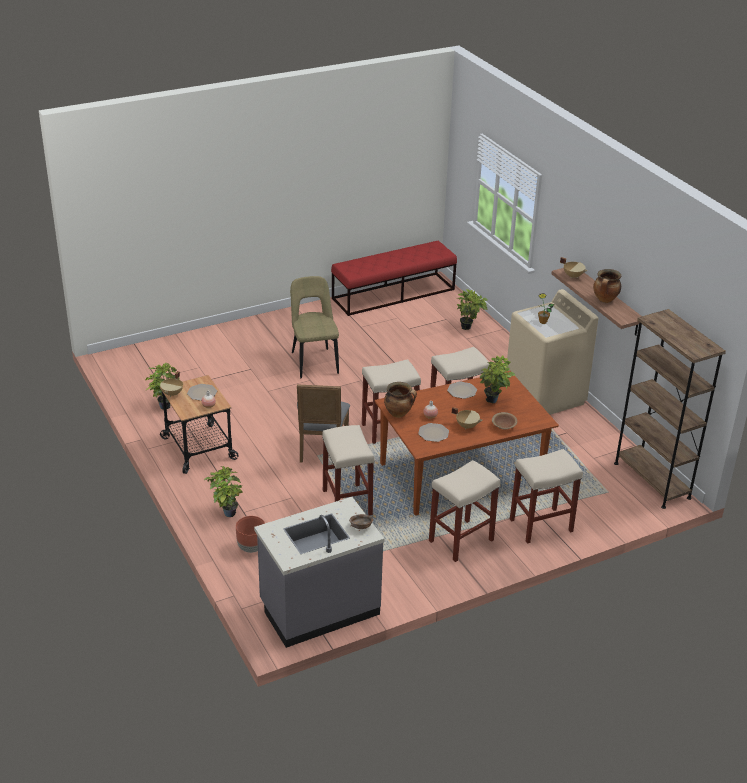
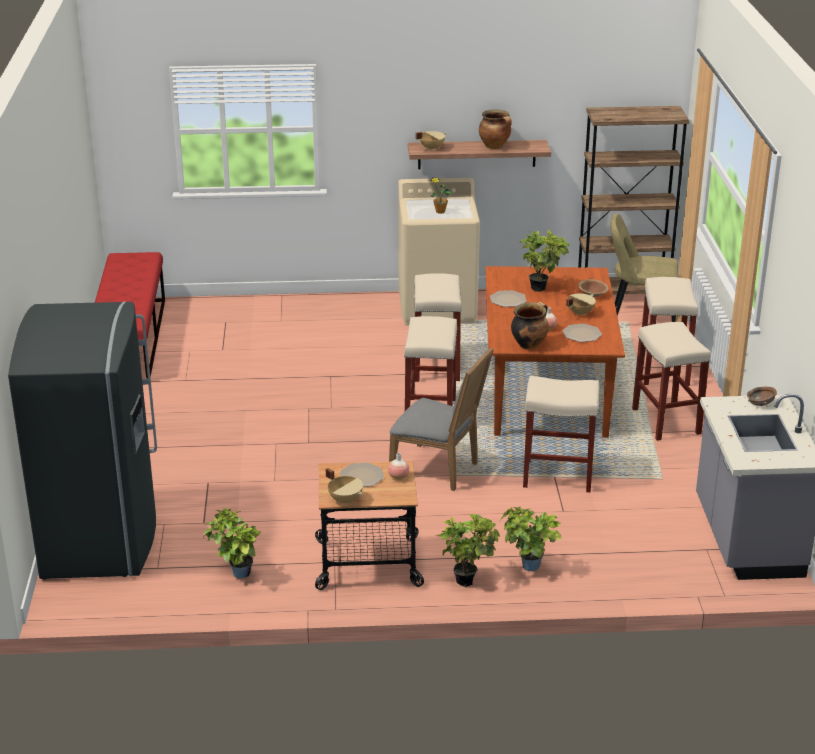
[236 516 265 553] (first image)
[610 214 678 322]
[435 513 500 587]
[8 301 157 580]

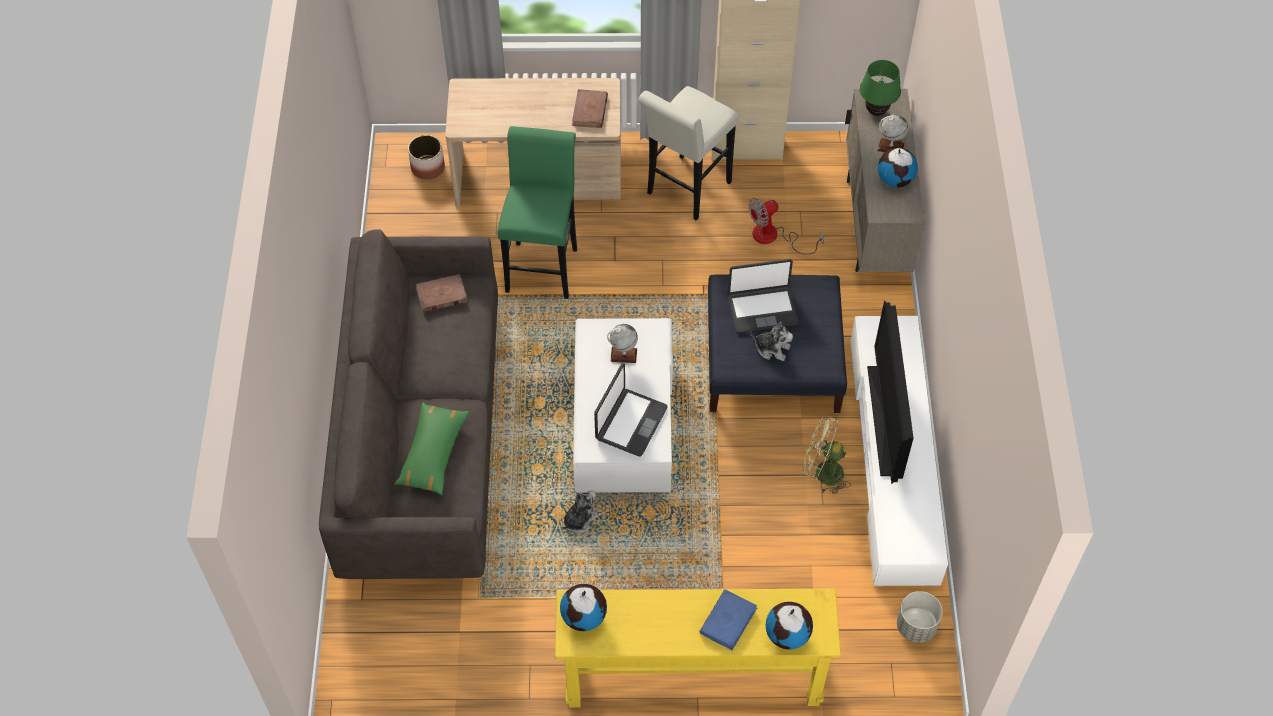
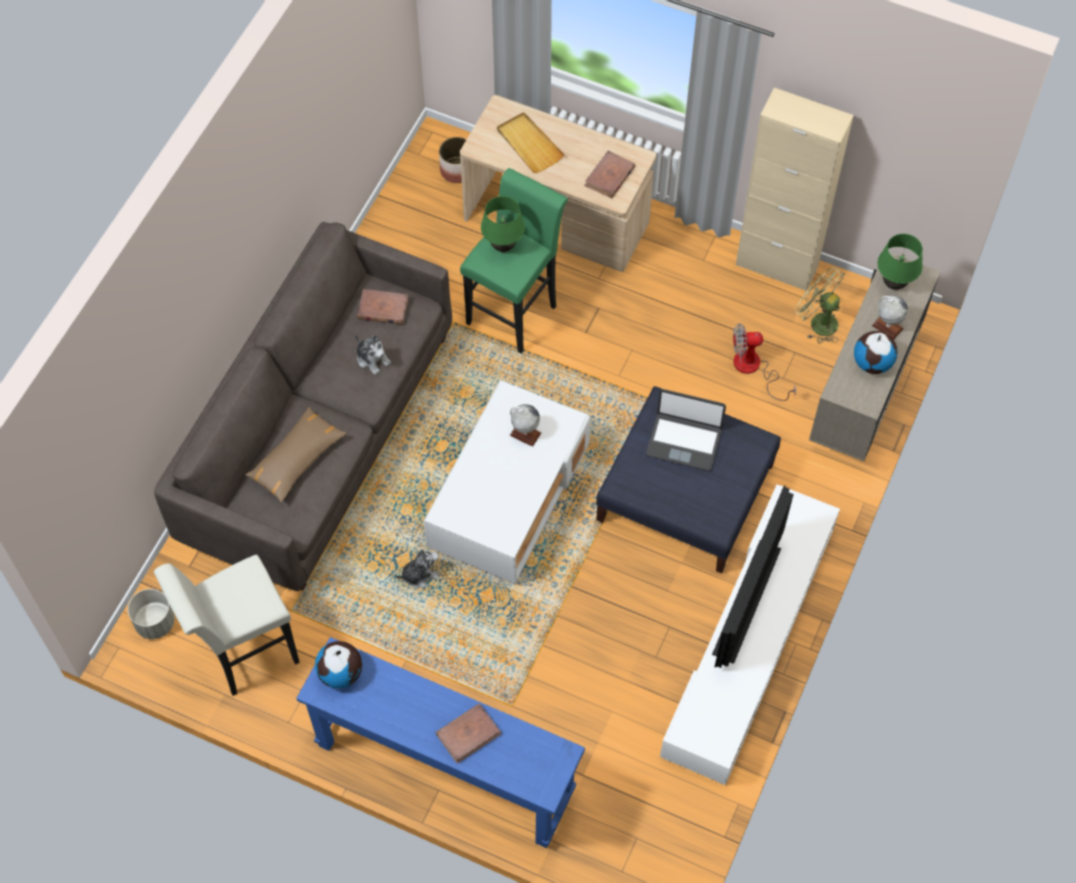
[245 407 347 503]
[296 637 585 848]
[594 363 668 457] (first image)
[154 555 300 696]
[436 703 502 763]
[355 334 391 375]
[766 602 813 650] (first image)
[795 267 845 344]
[128 589 174 639]
[481 196 525 252]
[497 112 564 173]

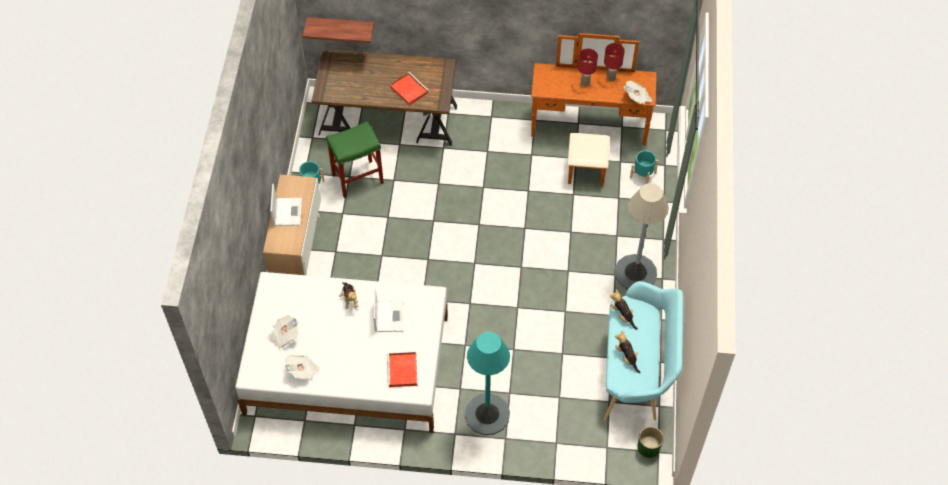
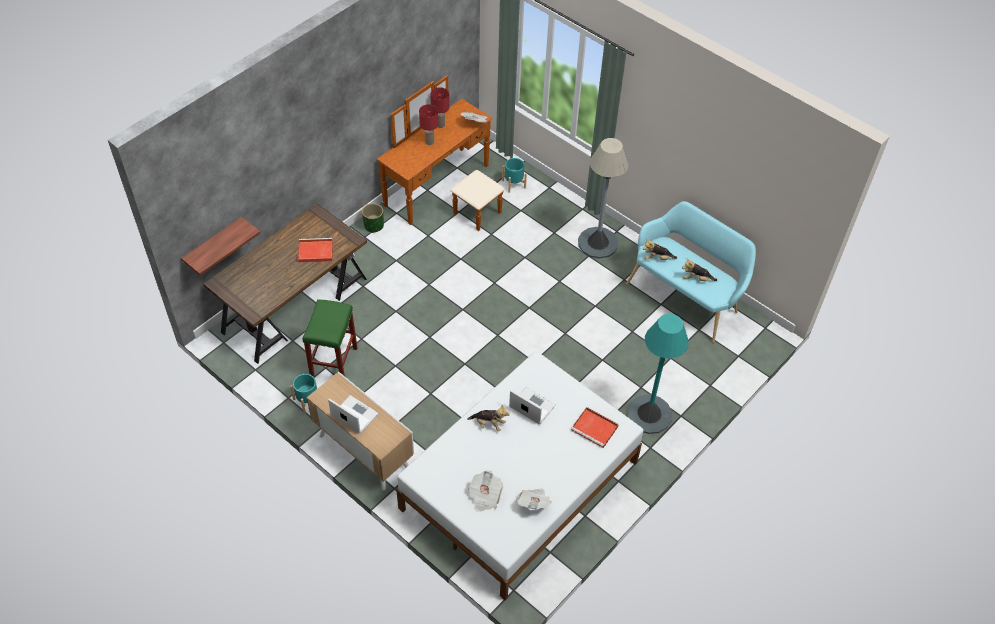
[362 203 384 233]

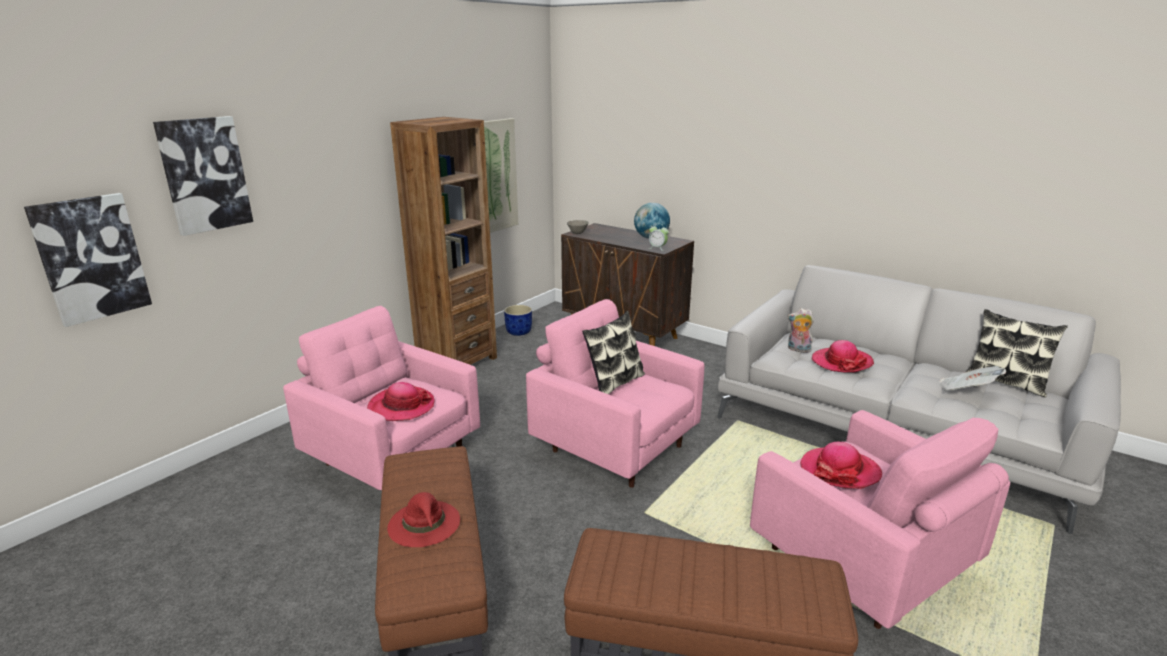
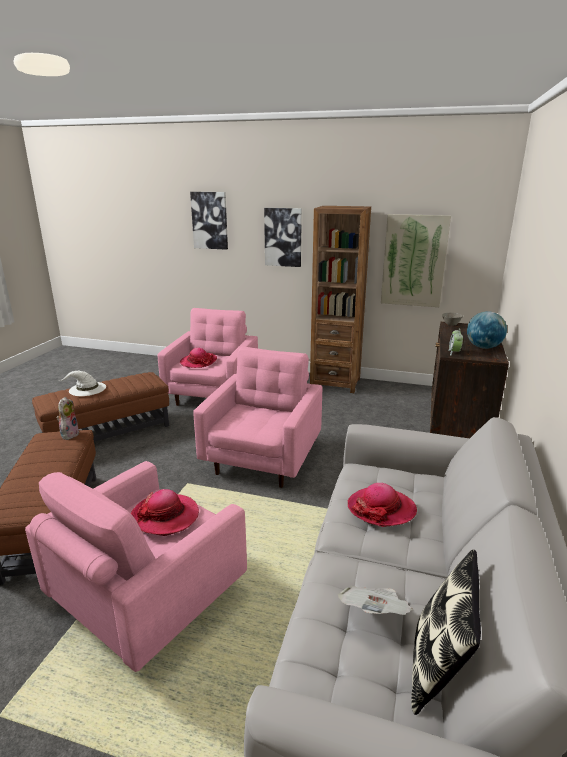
[264 208 302 267]
[59 371 106 396]
[504 305 532 336] (first image)
[582 311 645 394] (first image)
[57 397 80 440]

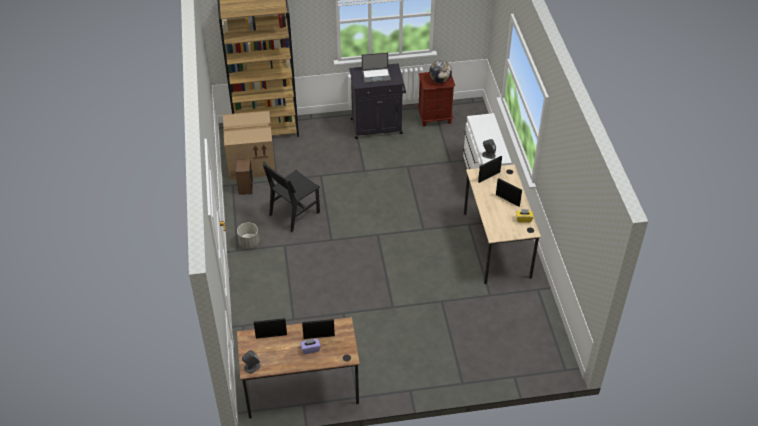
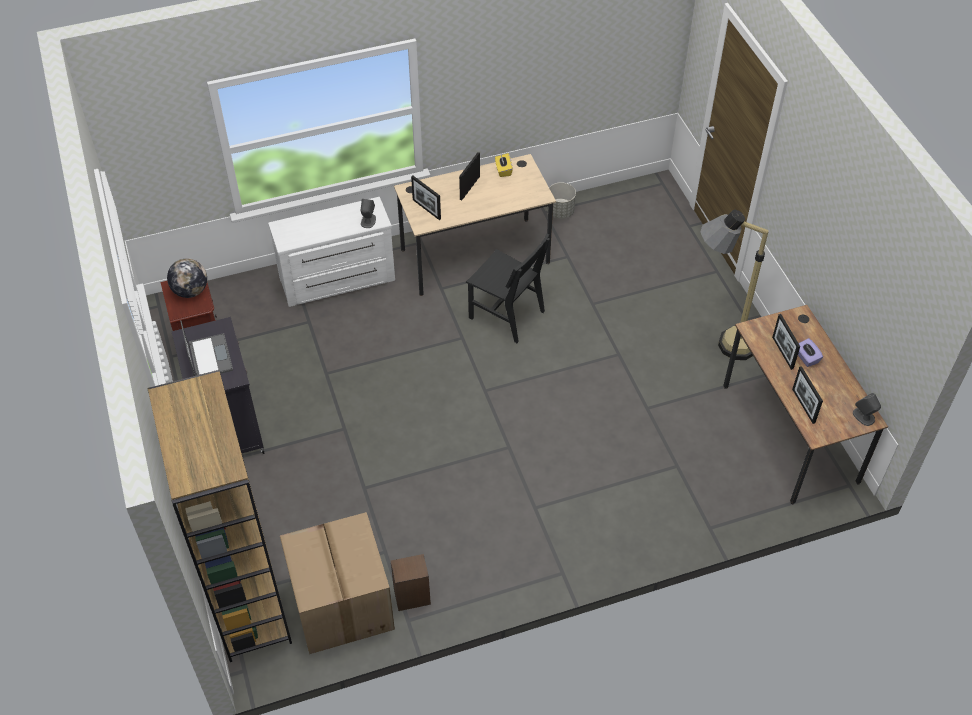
[547 182 576 219]
[466 234 550 343]
[701 209 769 360]

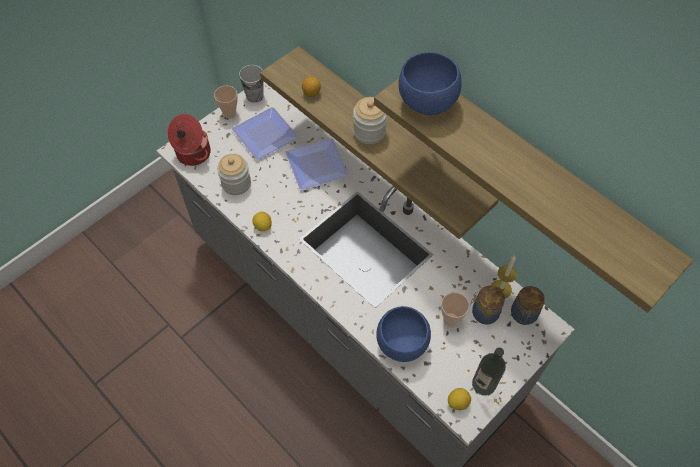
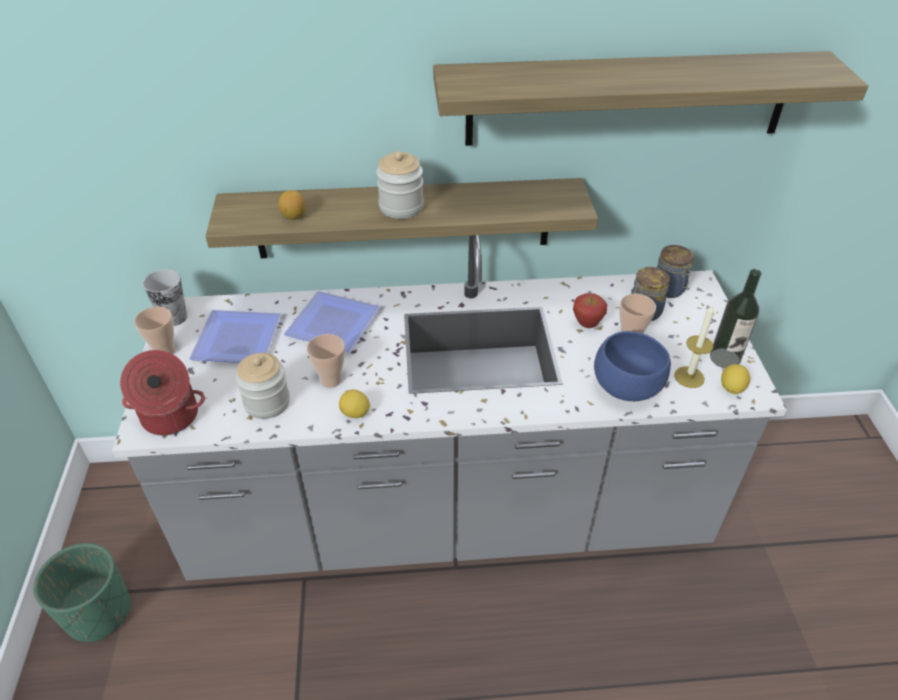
[398 52 462 115] (first image)
[674 304 714 388]
[33 543 131 642]
[307 334 345 388]
[573 293 607 328]

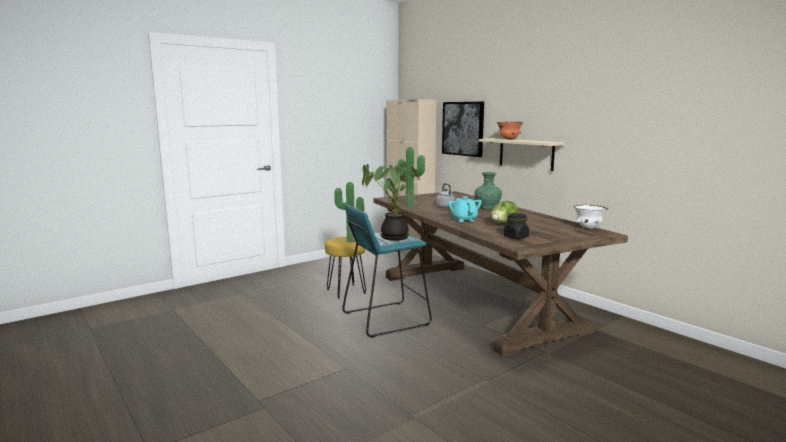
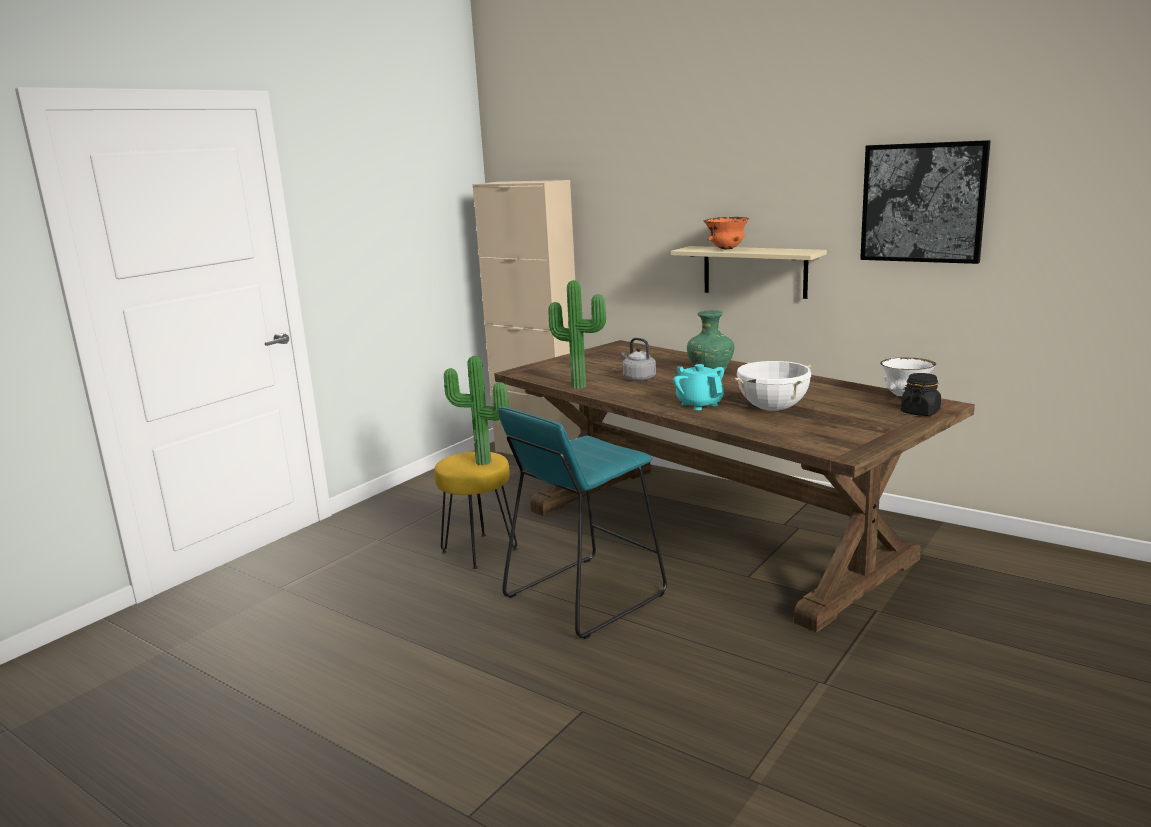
[362 161 420 241] (first image)
[860 140 991 264]
[735 361 811 411]
[901 373 941 416]

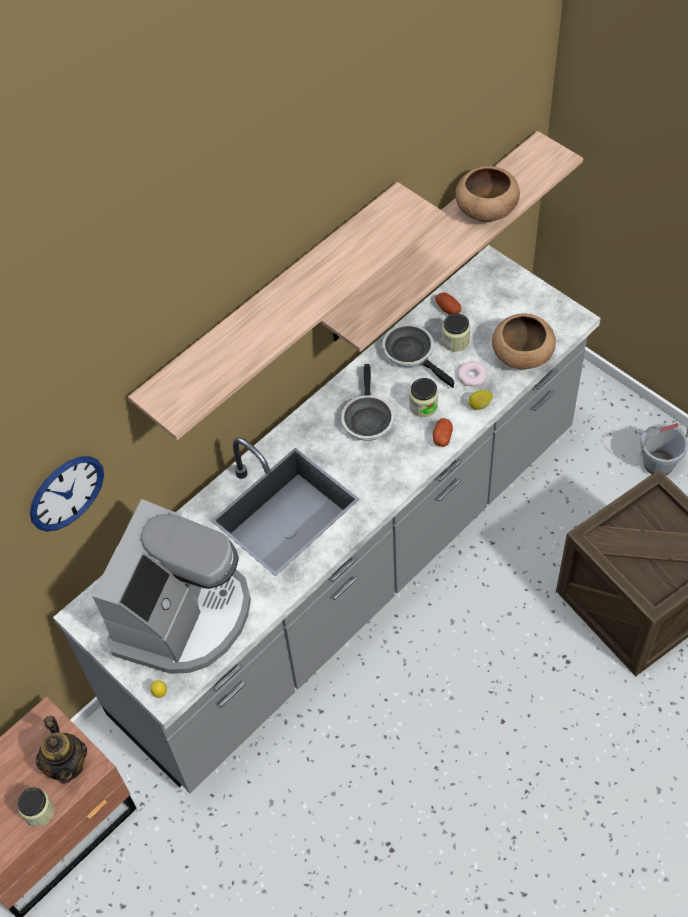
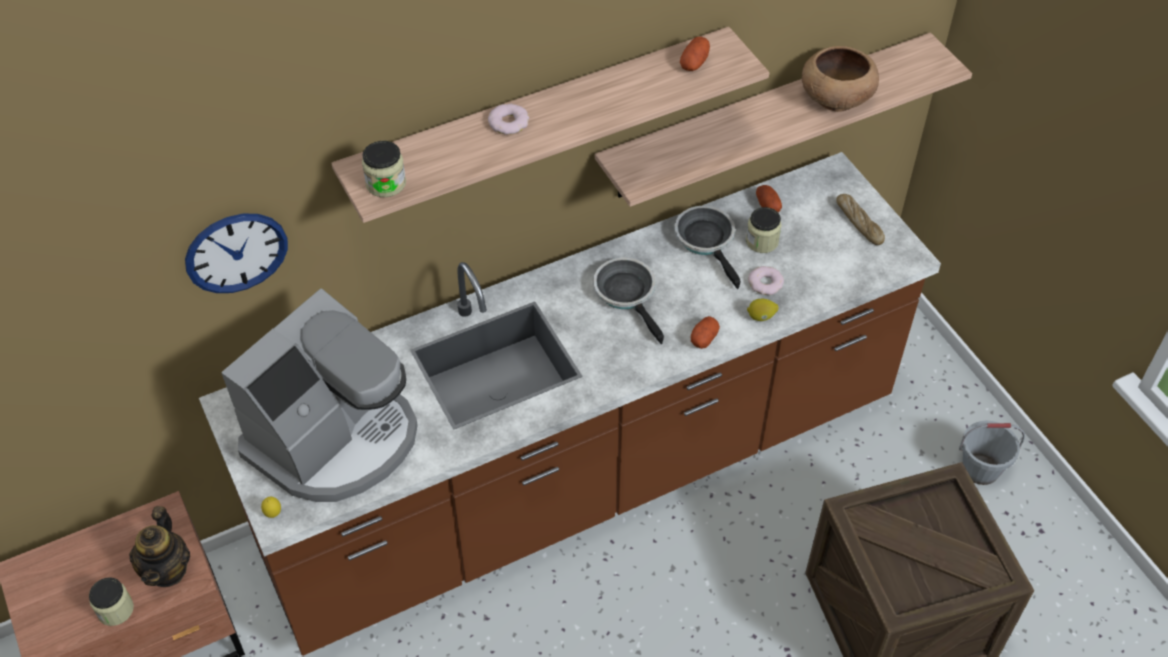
[199 152 941 656]
[593 258 664 344]
[362 141 406 197]
[492 314 556 369] (first image)
[488 104 529 135]
[680 36 710 71]
[836 194 885 245]

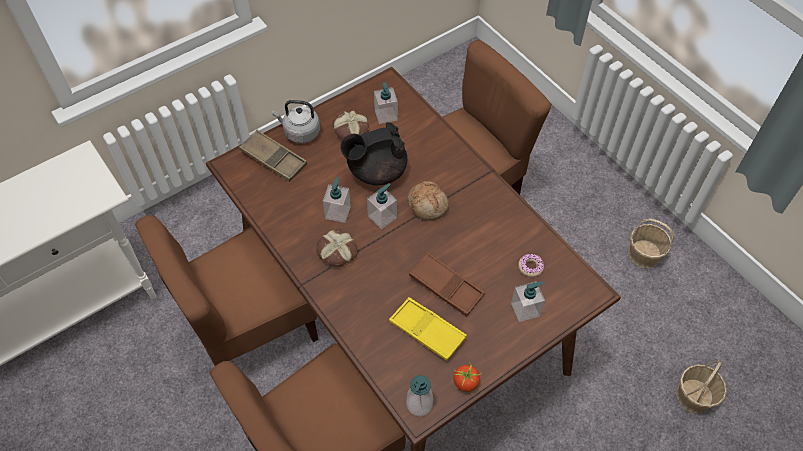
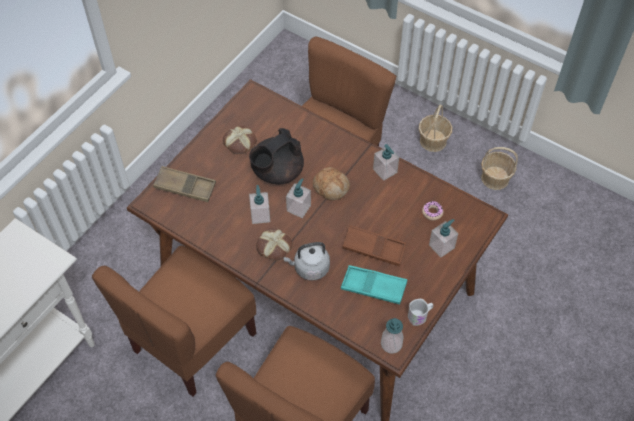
[283 242 330 280]
[373 144 399 181]
[341 265 407 304]
[408 299 433 326]
[419 105 453 152]

